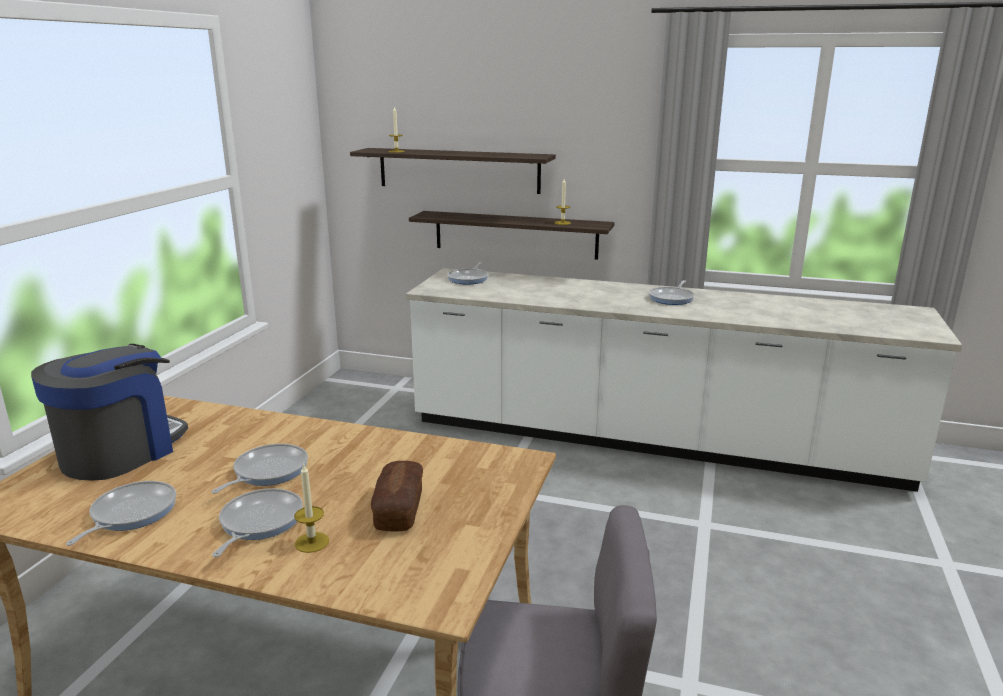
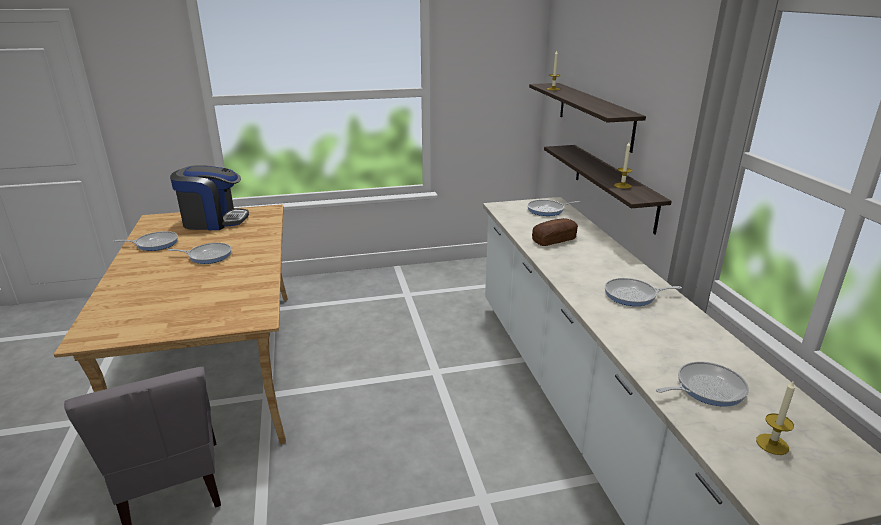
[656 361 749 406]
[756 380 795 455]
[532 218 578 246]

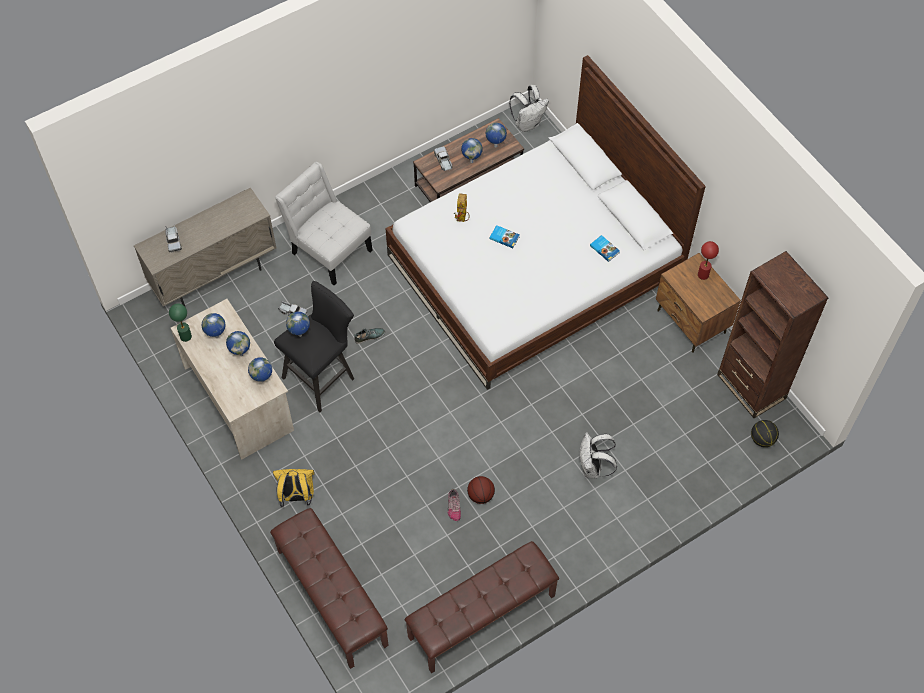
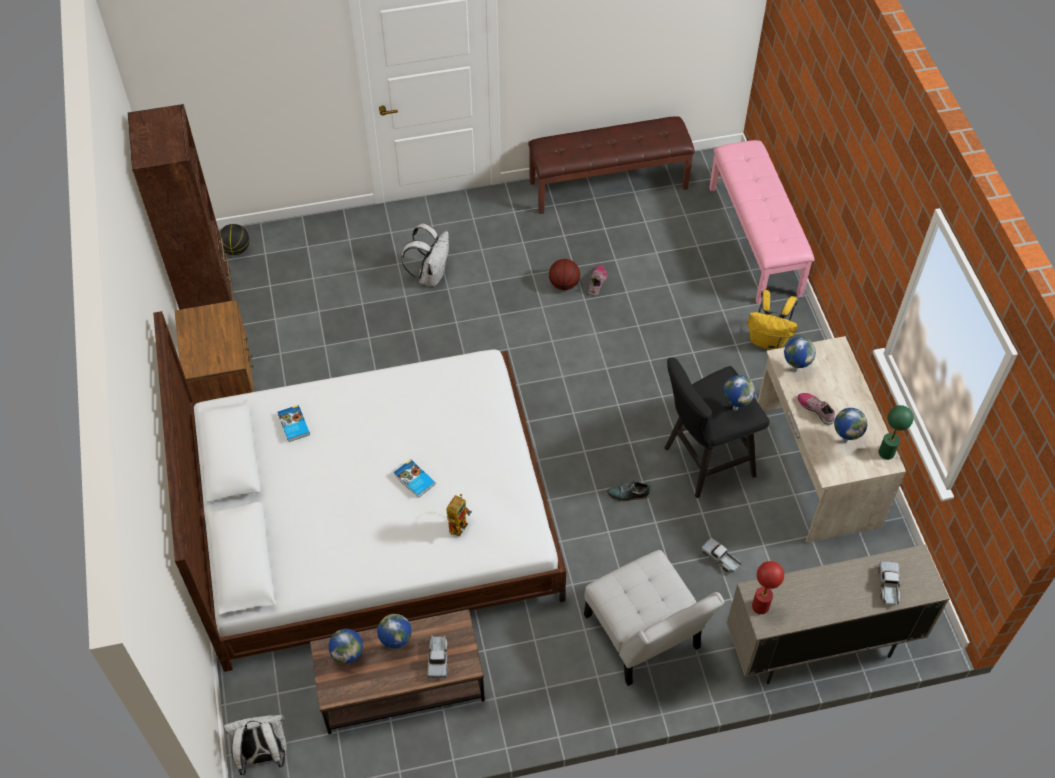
[798 393 835 425]
[709 140 814 304]
[752 561 784 614]

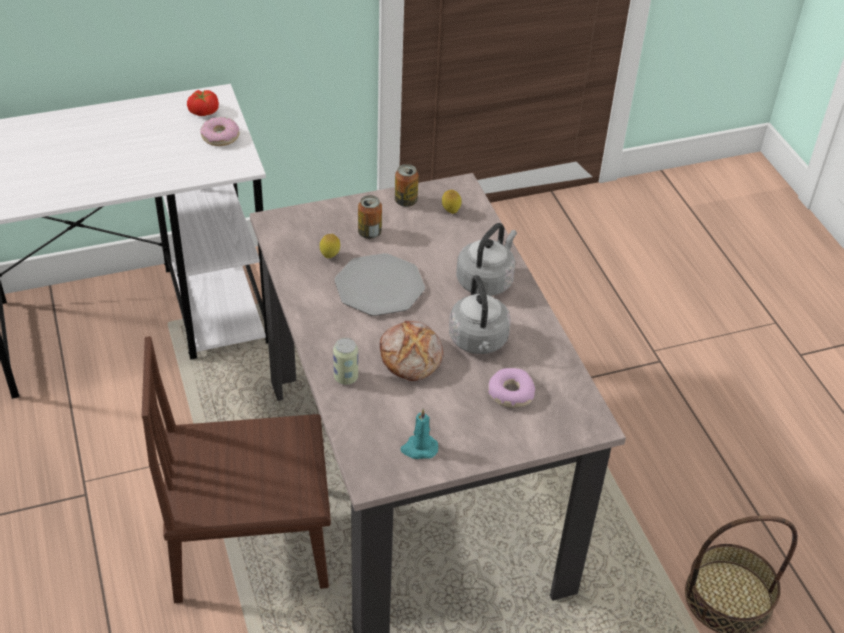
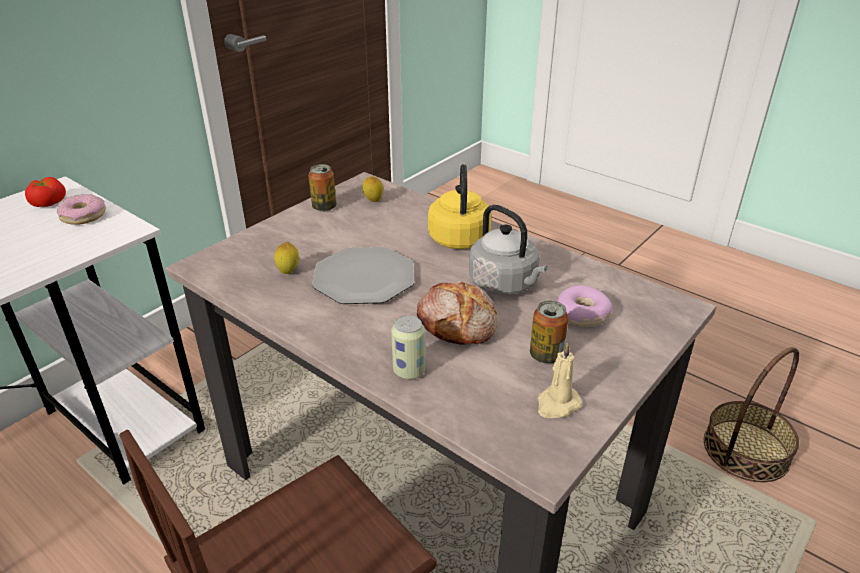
[530 301 569 364]
[538 342 582 418]
[428 164 491 249]

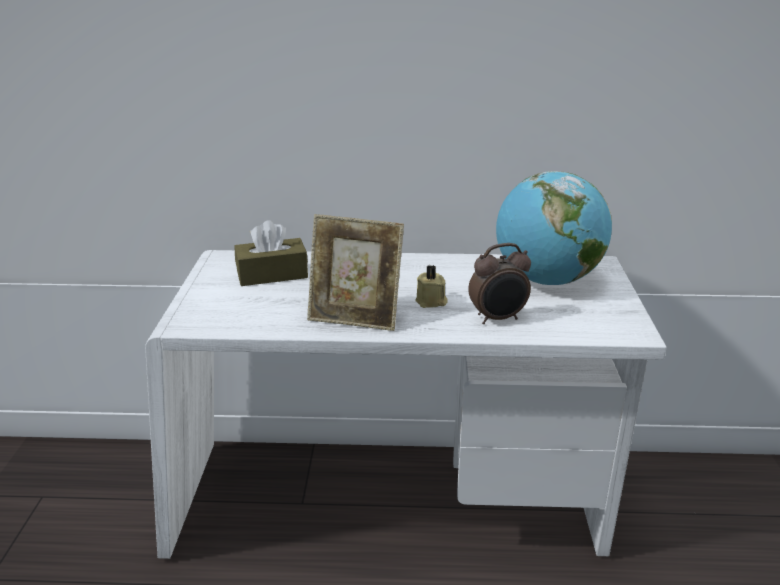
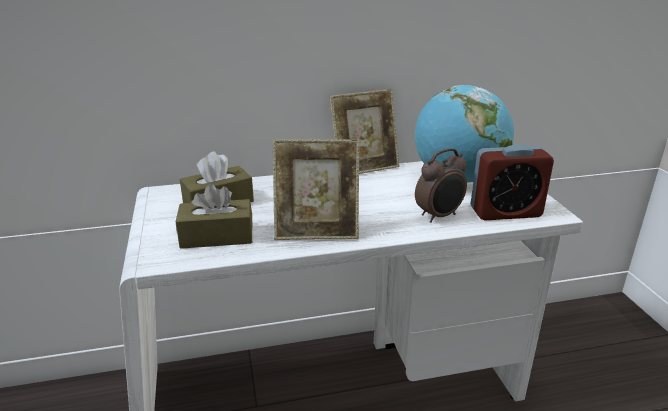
[416 265 448 308] (first image)
[176 184 252 249]
[330 89 399 174]
[471 144 554 220]

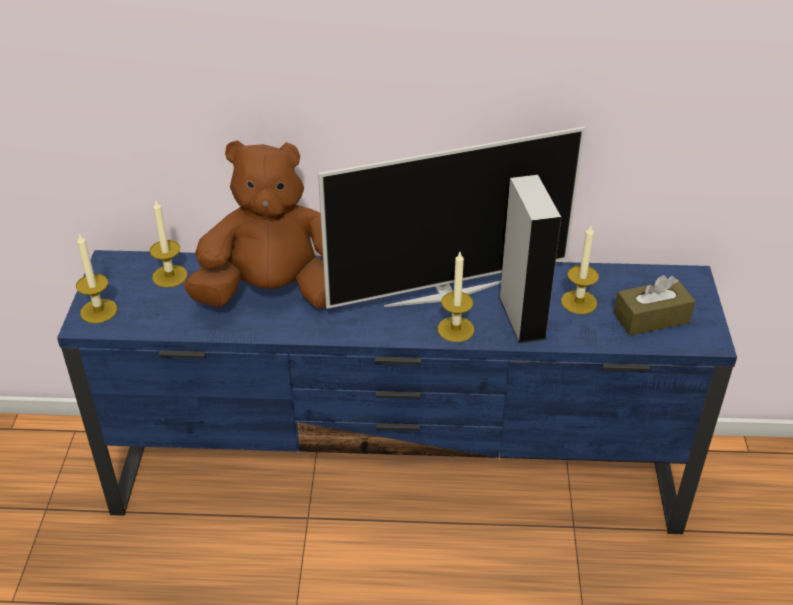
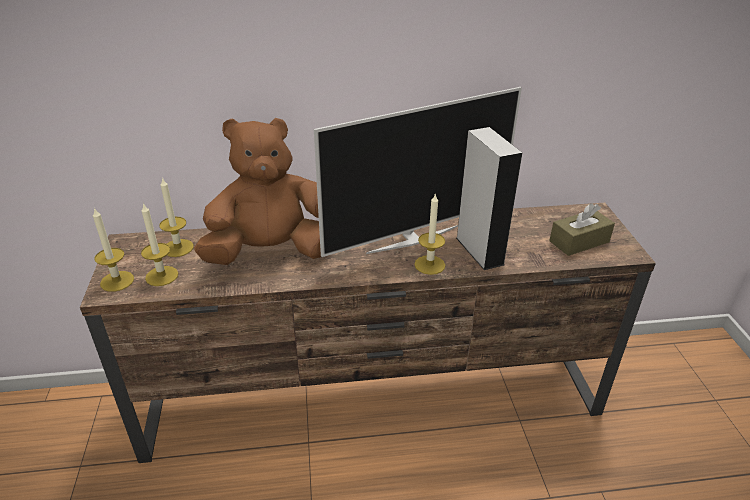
[80 203 656 463]
[141 203 178 286]

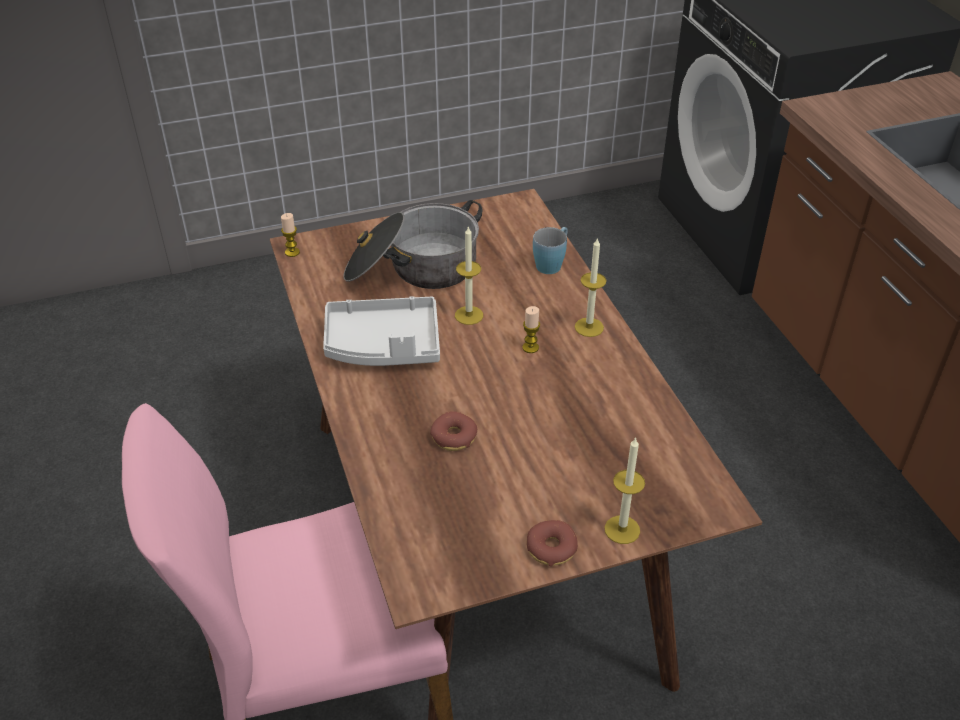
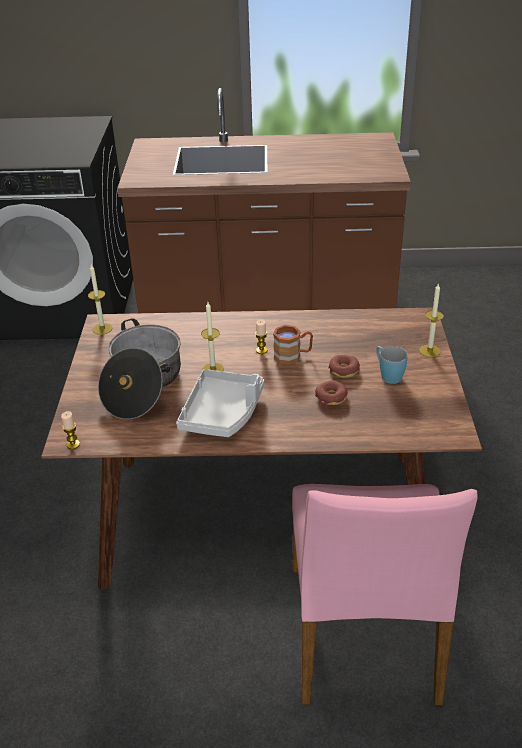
[329 355 360 378]
[376 346 408 384]
[88 264 113 335]
[273 325 313 365]

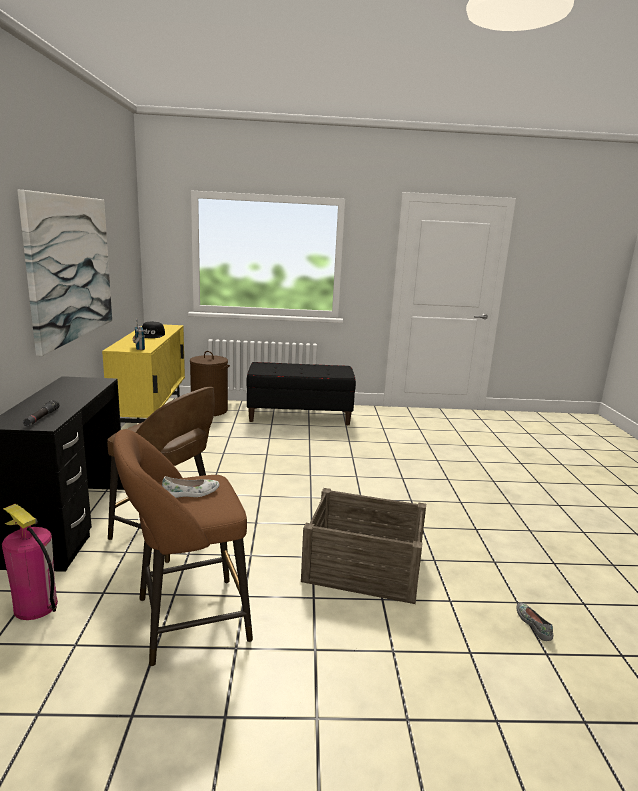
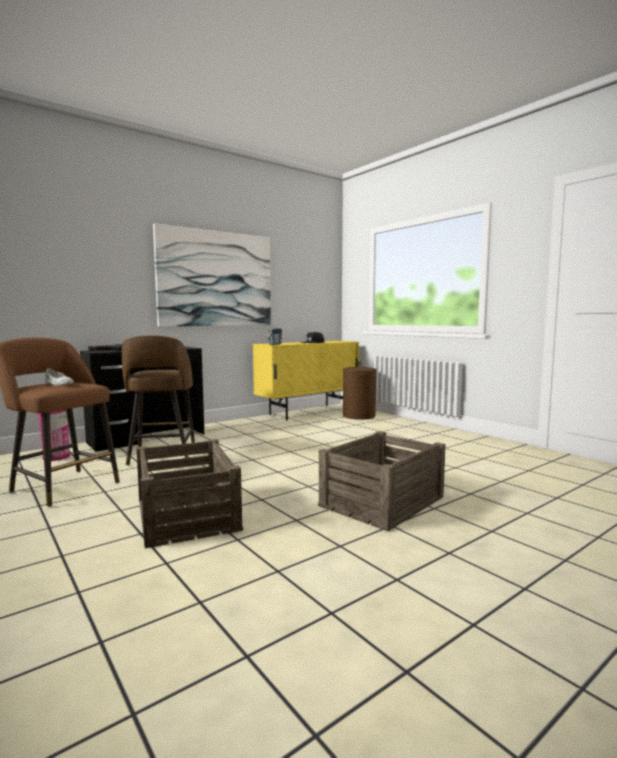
[246 362 356 425] (first image)
[516 602 553 641] (first image)
[318 431 446 531]

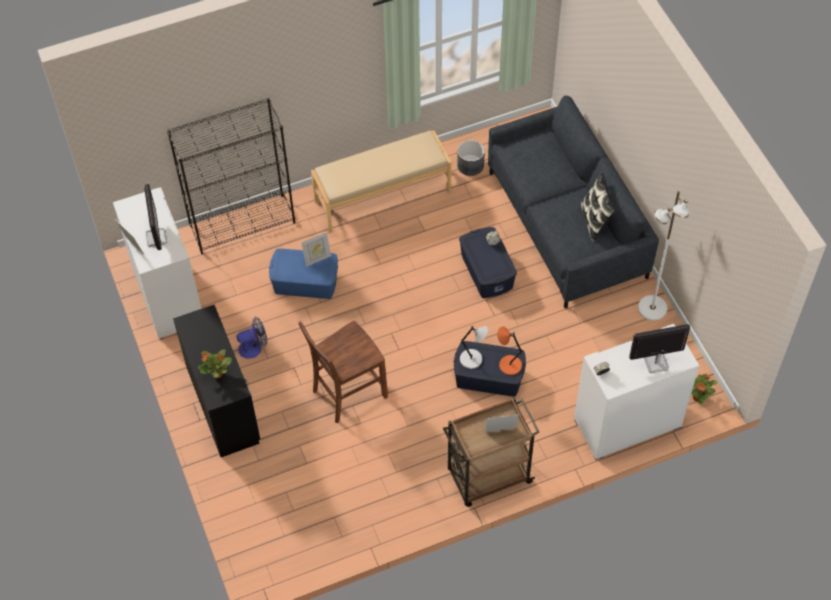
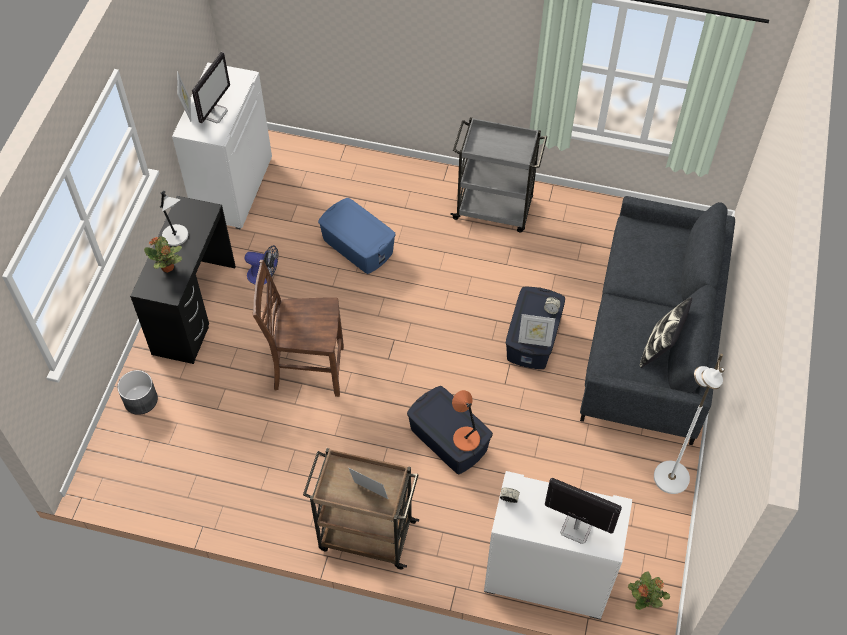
[167 98 295 254] (first image)
[518 314 555 347]
[450 117 547 232]
[117 370 158 415]
[160 190 188 246]

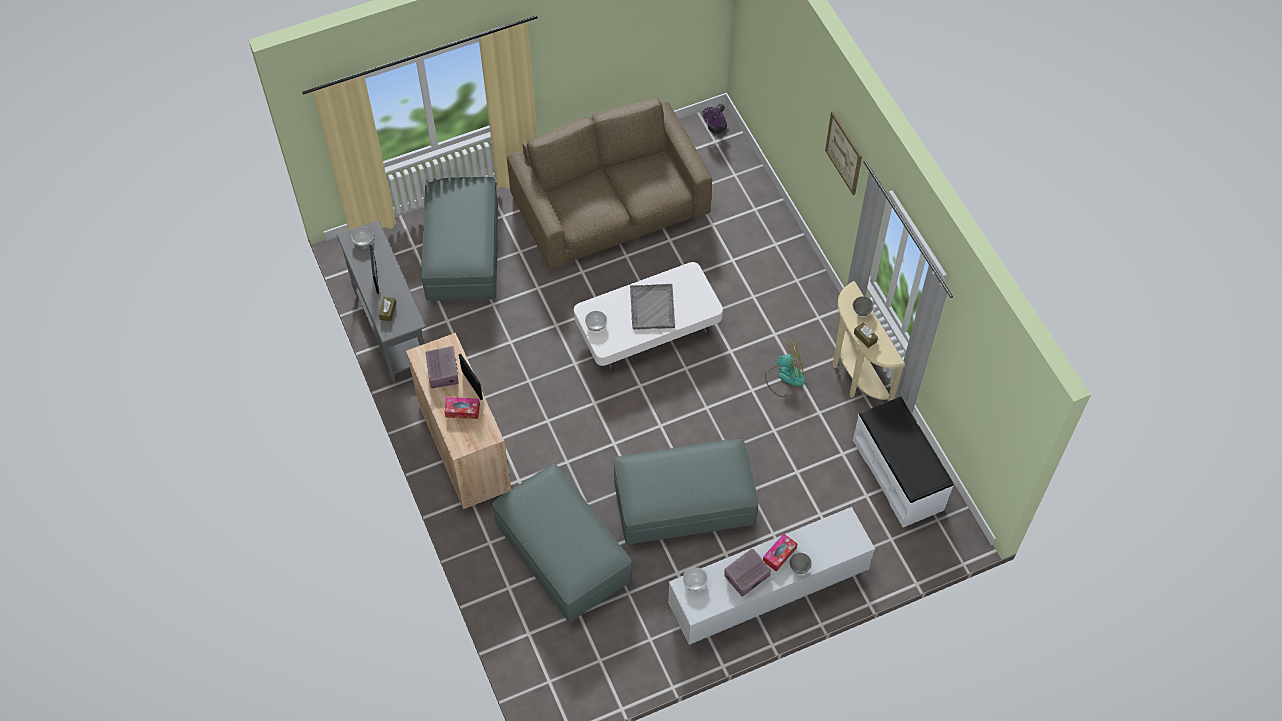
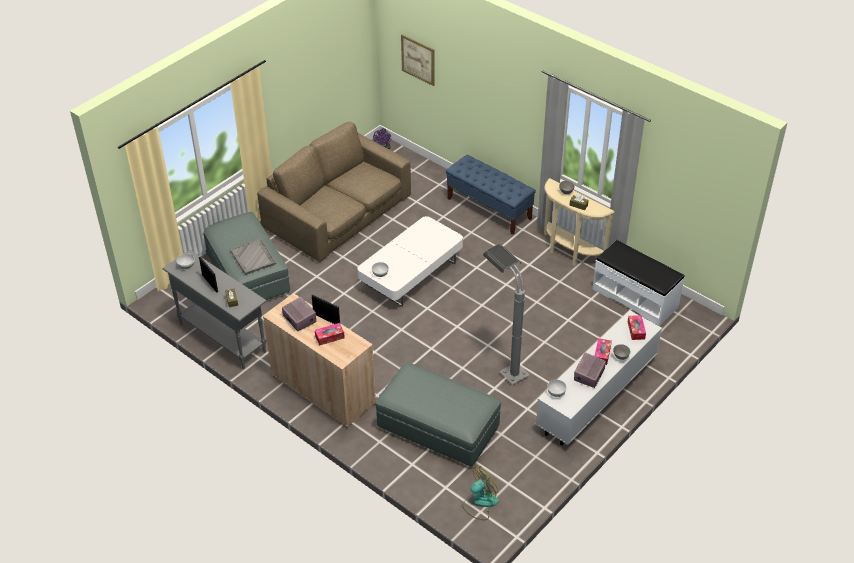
[483 244 529 385]
[230 239 276 275]
[462 466 499 520]
[401 34 434 86]
[446 155 536 235]
[628 315 646 340]

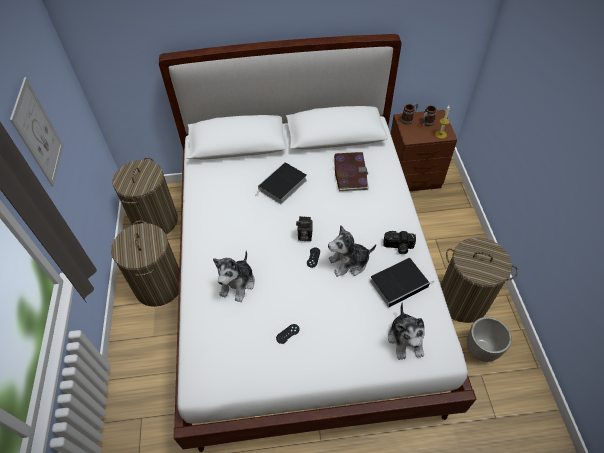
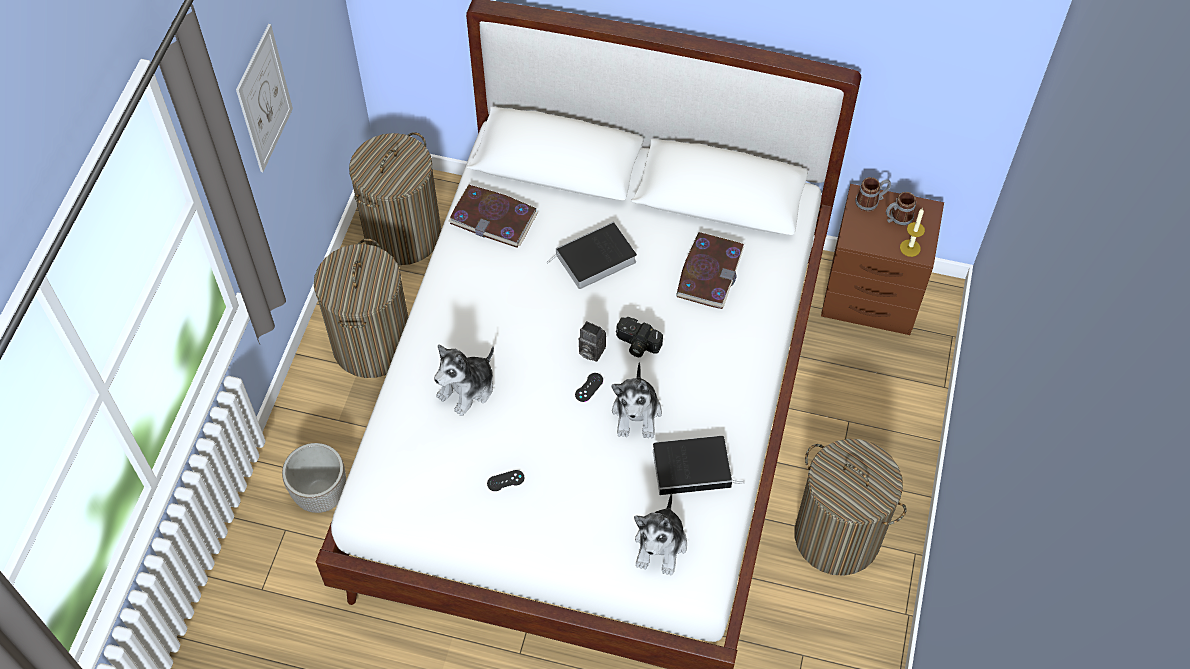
[611 362 662 439]
[616 317 663 357]
[282 443 346 513]
[448 185 537 248]

